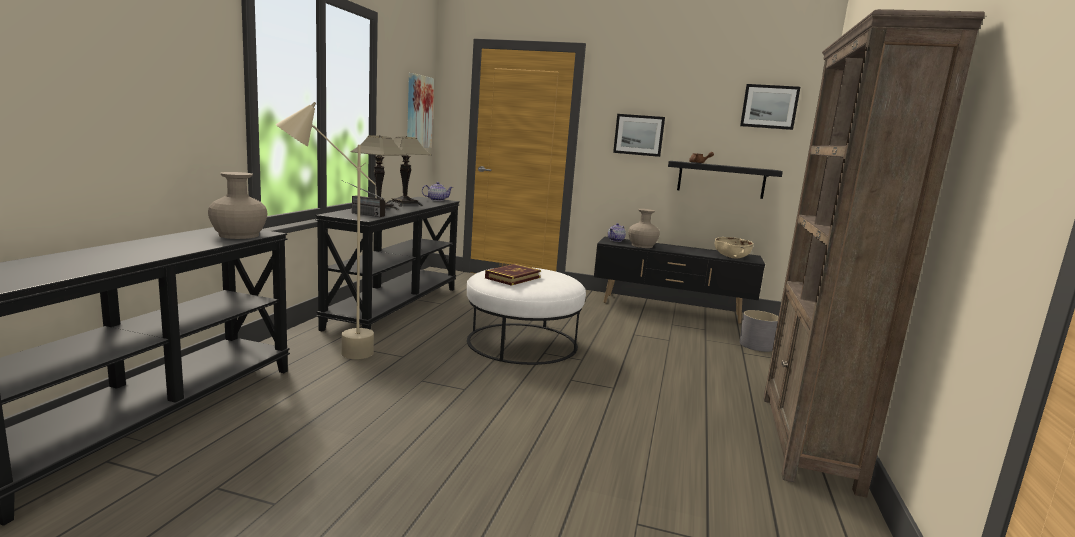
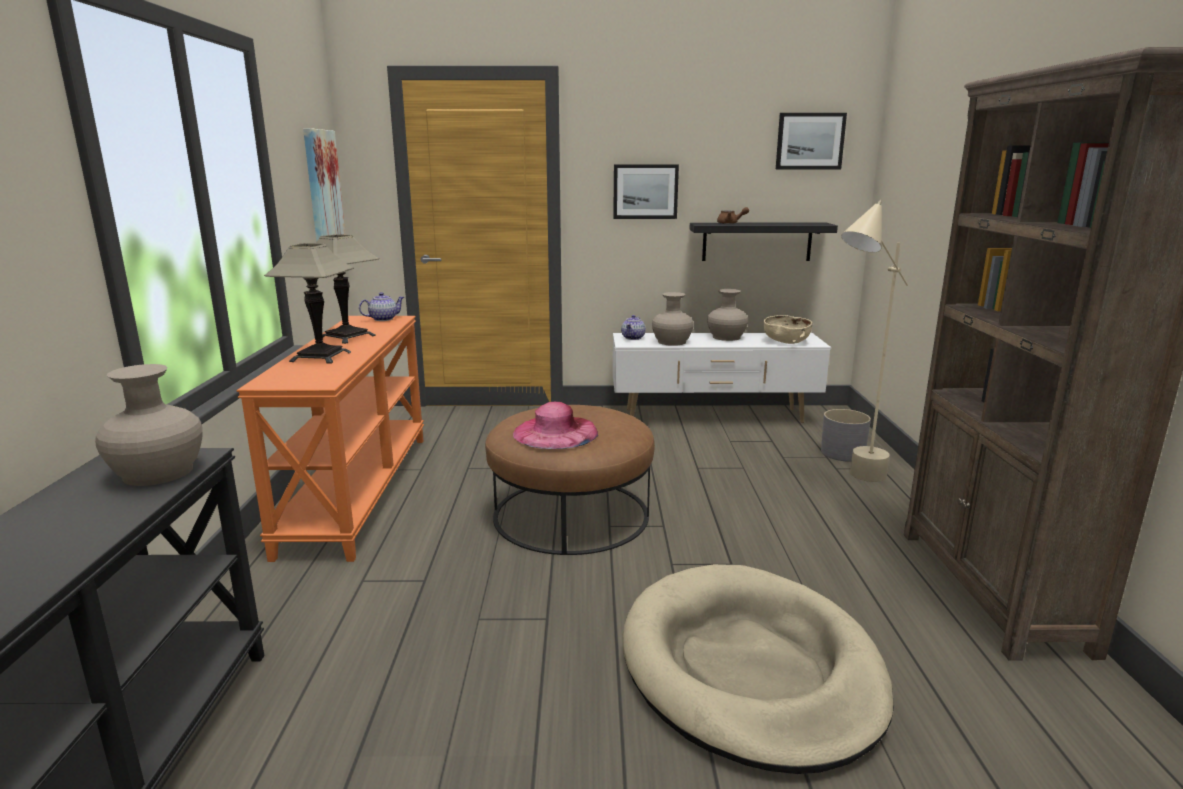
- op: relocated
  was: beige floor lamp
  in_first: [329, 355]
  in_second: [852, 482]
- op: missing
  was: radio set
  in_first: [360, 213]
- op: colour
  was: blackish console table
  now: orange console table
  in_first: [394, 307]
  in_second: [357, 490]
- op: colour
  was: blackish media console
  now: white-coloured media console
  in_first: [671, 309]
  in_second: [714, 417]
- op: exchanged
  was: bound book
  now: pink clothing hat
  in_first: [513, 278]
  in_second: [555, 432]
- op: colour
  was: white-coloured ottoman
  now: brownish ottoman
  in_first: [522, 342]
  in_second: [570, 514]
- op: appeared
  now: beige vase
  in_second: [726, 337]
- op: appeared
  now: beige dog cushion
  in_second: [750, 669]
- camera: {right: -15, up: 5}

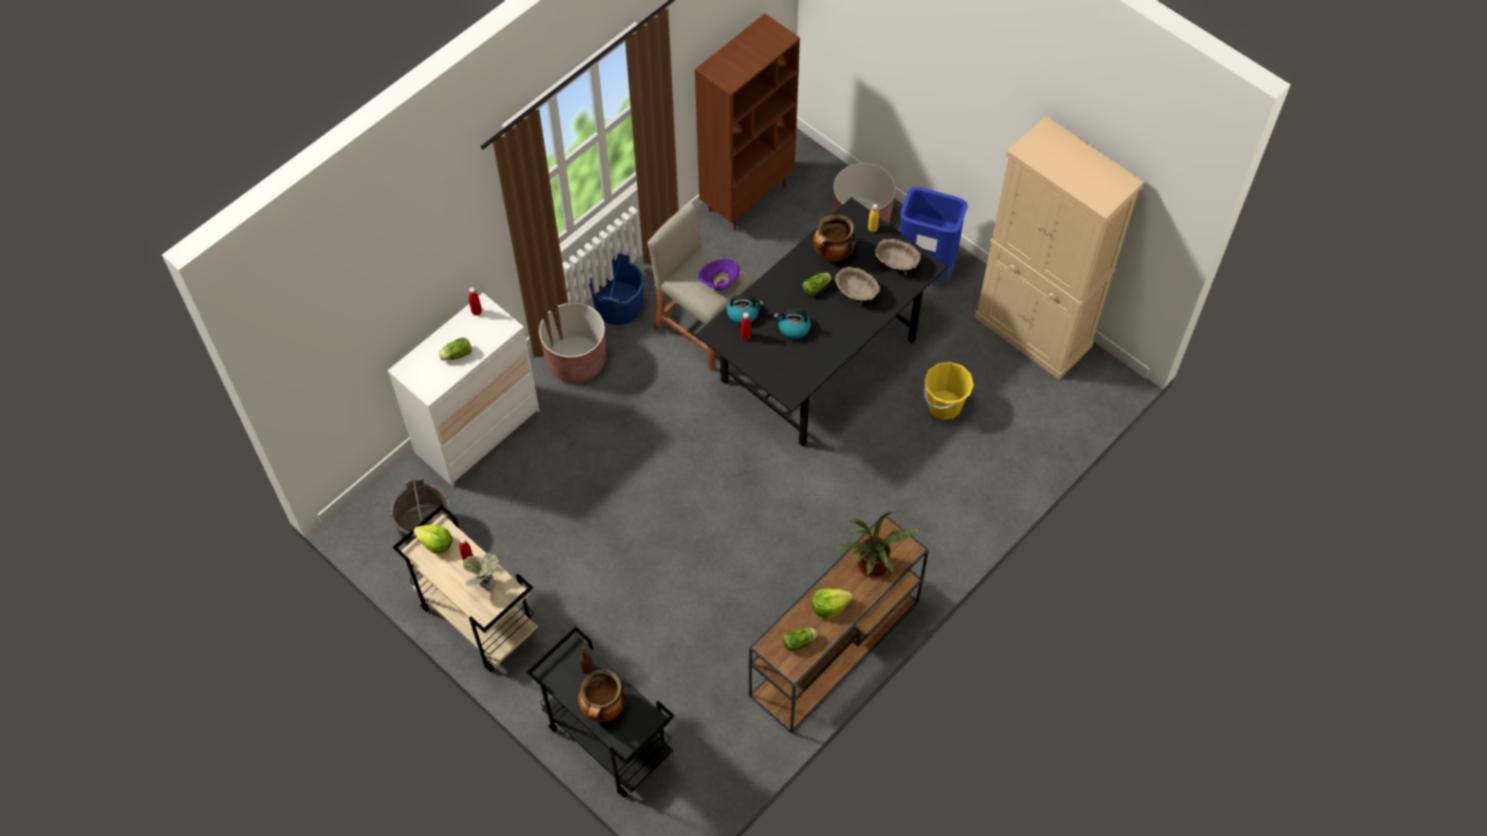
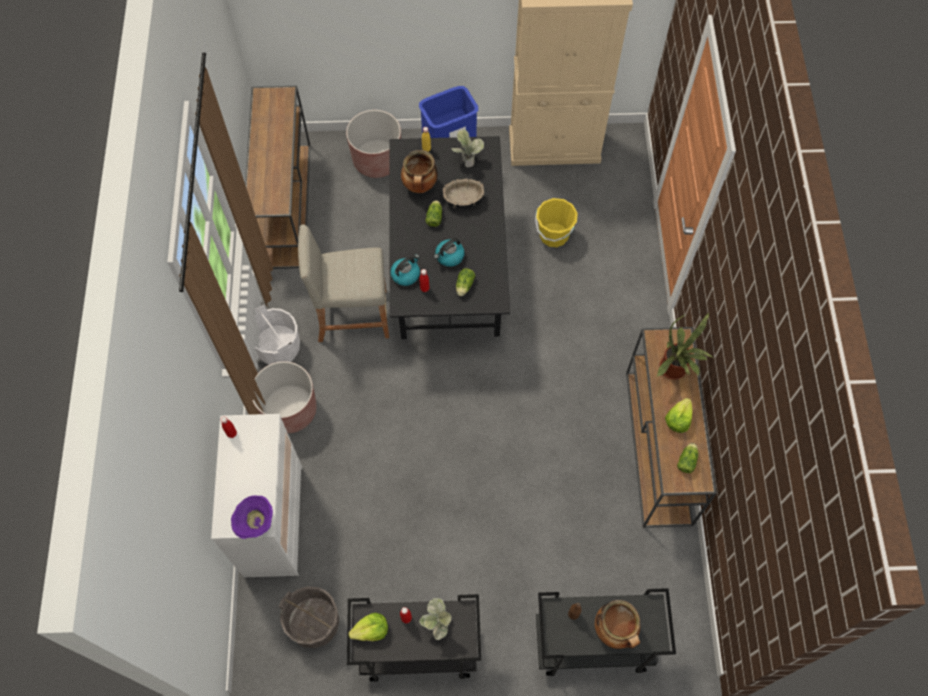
- op: exchanged
  was: brownish bookshelf
  now: brownish console table
  in_first: [747, 197]
  in_second: [285, 204]
- op: exchanged
  was: beige deep dish
  now: potted plant
  in_first: [896, 264]
  in_second: [467, 160]
- op: colour
  was: bluish pail
  now: white-coloured pail
  in_first: [619, 307]
  in_second: [279, 348]
- op: relocated
  was: purple-coloured deep dish
  in_first: [719, 283]
  in_second: [255, 522]
- op: relocated
  was: head of lettuce
  in_first: [455, 355]
  in_second: [464, 286]
- op: colour
  was: beige cart
  now: blackish cart
  in_first: [477, 619]
  in_second: [417, 650]
- camera: {right: -45, up: 5}

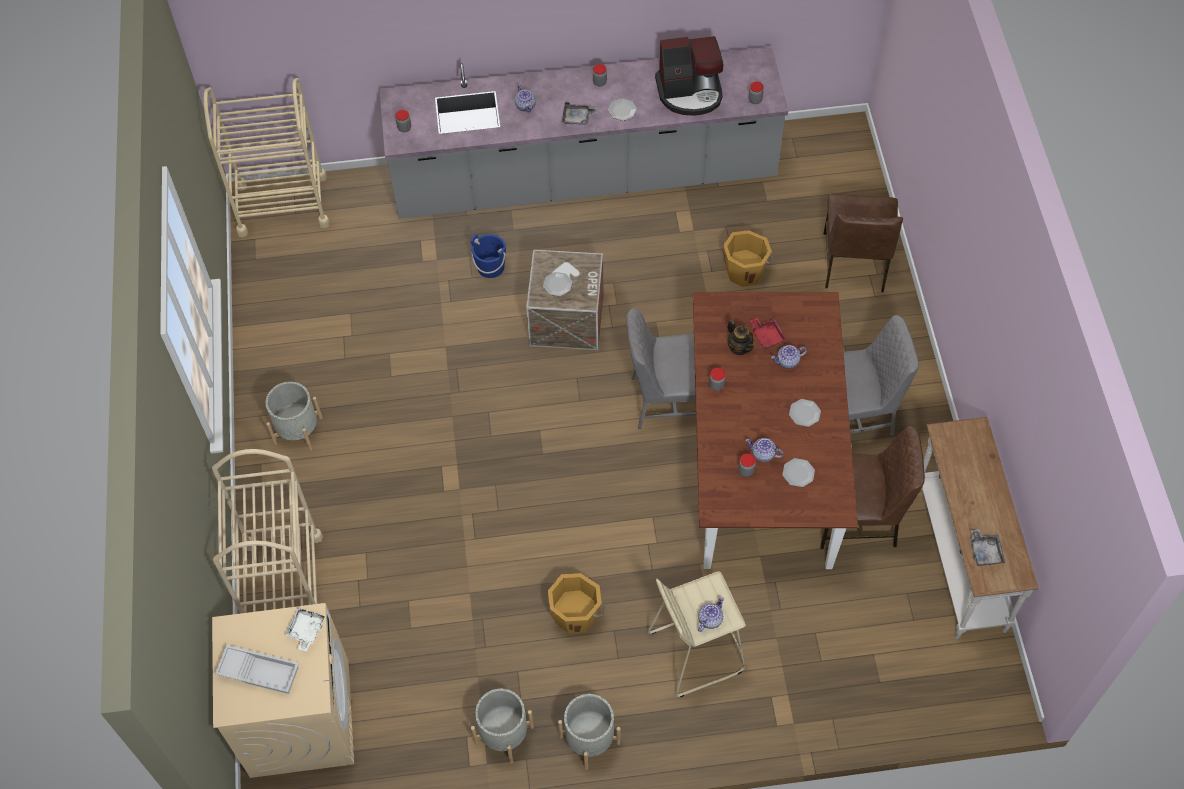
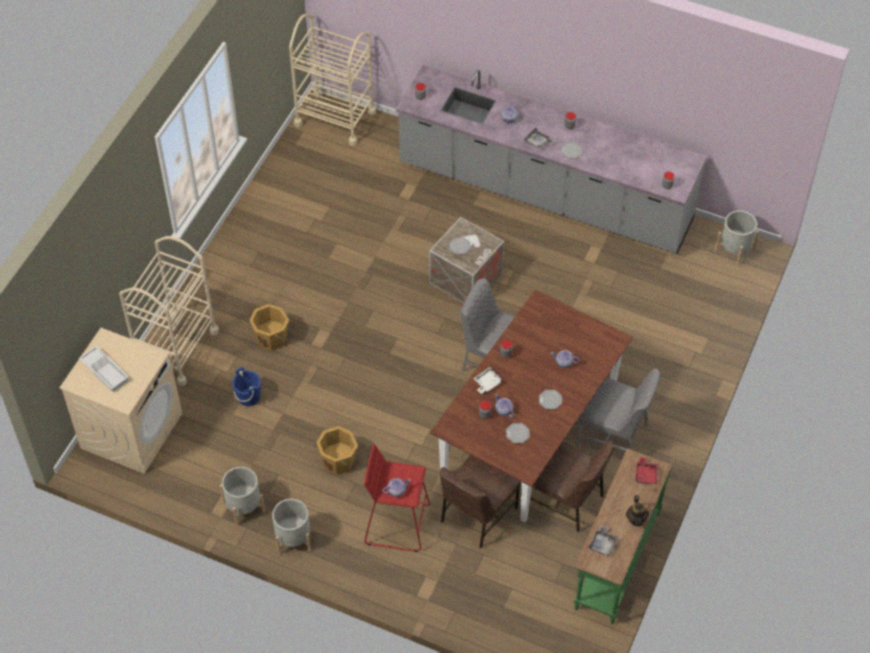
- op: missing
  was: coffee machine
  in_first: [690, 92]
- op: relocated
  was: brownish plain chair
  in_first: [854, 263]
  in_second: [477, 514]
- op: relocated
  was: orange pail
  in_first: [745, 271]
  in_second: [272, 337]
- op: relocated
  was: bluish pail
  in_first: [490, 267]
  in_second: [248, 397]
- op: relocated
  was: red-coloured serving tray
  in_first: [767, 336]
  in_second: [646, 474]
- op: relocated
  was: tea pot
  in_first: [739, 347]
  in_second: [636, 519]
- op: relocated
  was: gray planter
  in_first: [298, 430]
  in_second: [734, 250]
- op: colour
  was: white-coloured console table
  now: green-coloured console table
  in_first: [957, 557]
  in_second: [615, 560]
- op: colour
  was: beige stool seat
  now: red-coloured stool seat
  in_first: [695, 651]
  in_second: [397, 523]
- op: relocated
  was: white-coloured serving tray
  in_first: [306, 631]
  in_second: [487, 383]
- camera: {right: 30, up: -5}

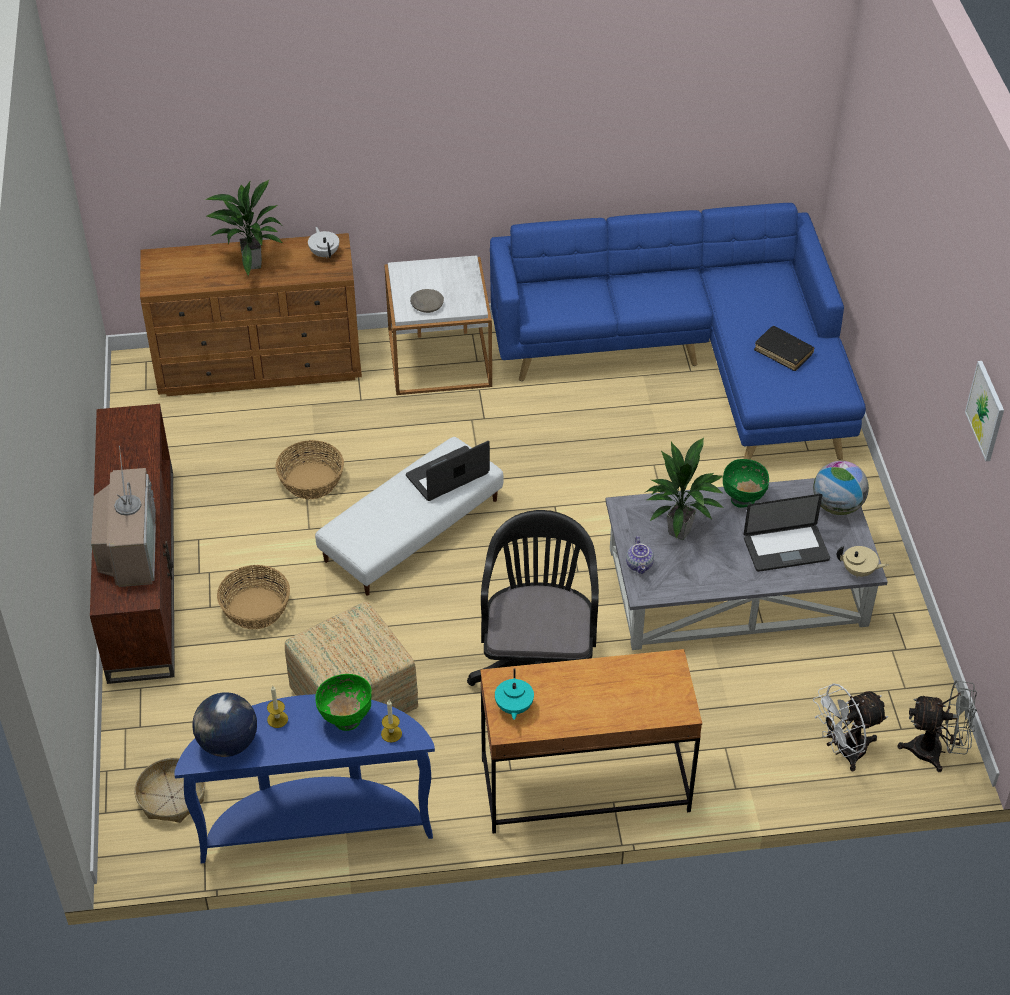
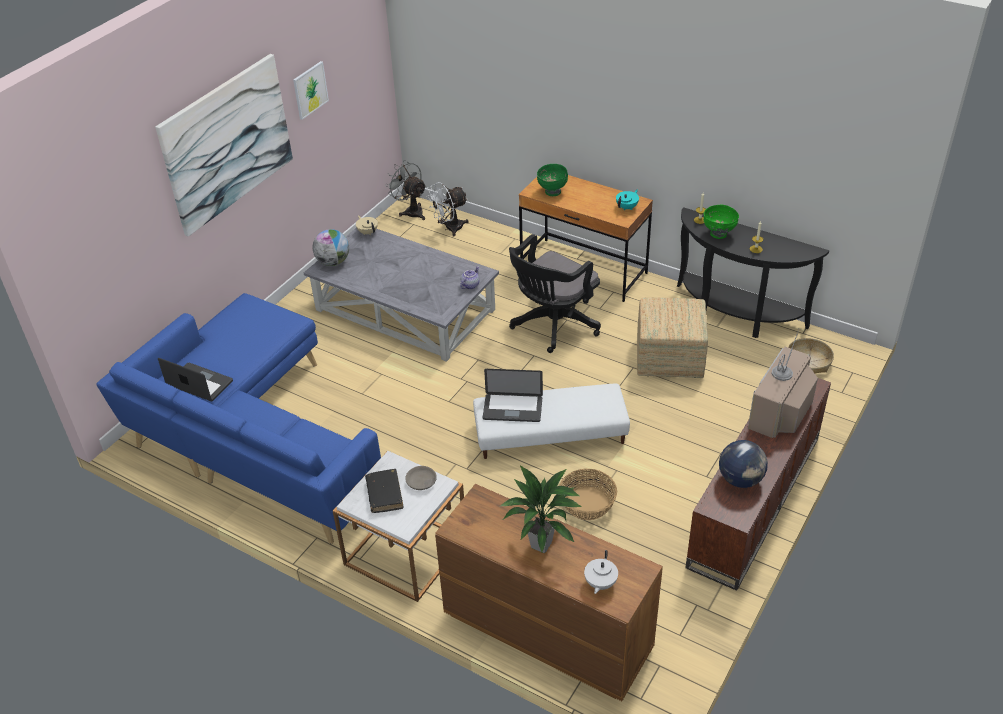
- op: relocated
  was: white-coloured tea pot
  in_first: [324, 253]
  in_second: [600, 583]
- op: relocated
  was: blackish bound book
  in_first: [783, 352]
  in_second: [384, 495]
- op: missing
  was: potted plant
  in_first: [680, 531]
- op: relocated
  was: green-coloured deep dish
  in_first: [743, 499]
  in_second: [552, 192]
- op: relocated
  was: laptop
  in_first: [786, 549]
  in_second: [199, 383]
- op: missing
  was: basket
  in_first: [255, 609]
- op: spun
  was: white-coloured electric fan
  in_first: [843, 751]
  in_second: [449, 228]
  clockwise: 135
- op: relocated
  was: desk globe
  in_first: [227, 743]
  in_second: [740, 480]
- op: colour
  was: bluish console table
  now: blackish console table
  in_first: [315, 824]
  in_second: [735, 315]
- op: appeared
  now: picture
  in_second: [227, 143]
- camera: {right: -140, up: -5}

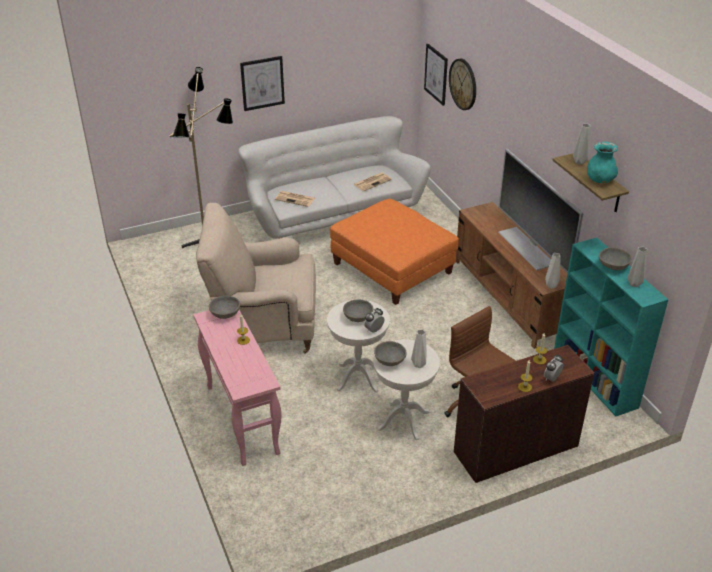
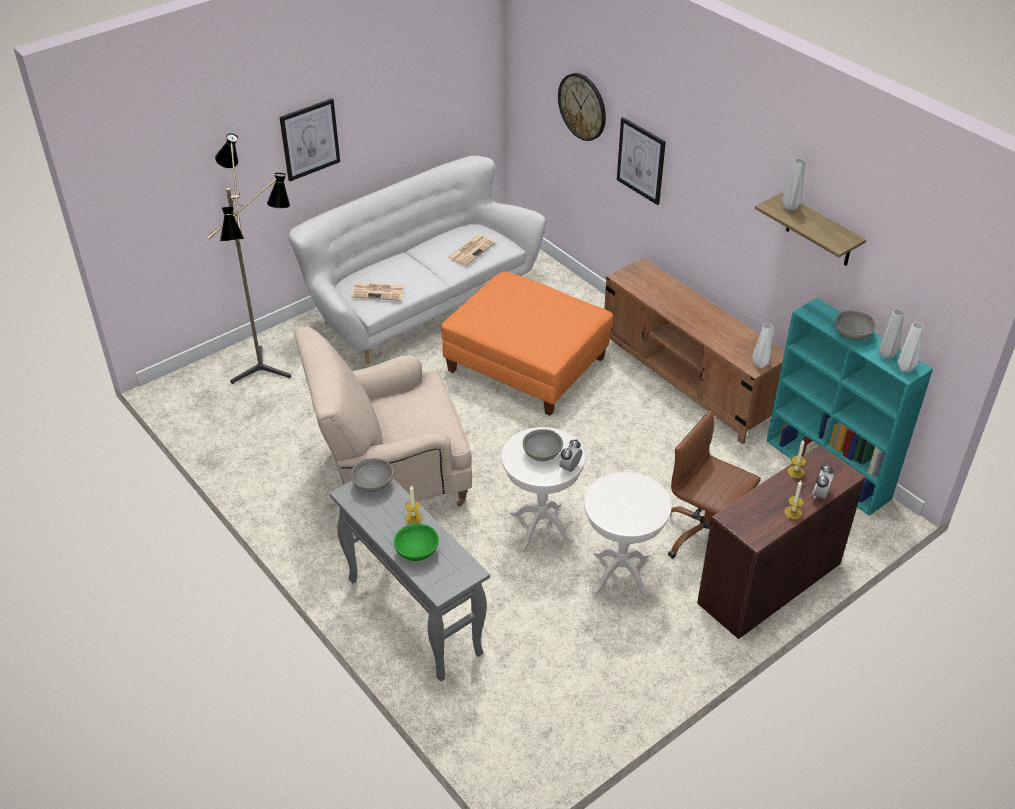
- op: relocated
  was: picture
  in_first: [436, 74]
  in_second: [641, 160]
- op: missing
  was: turquoise-coloured vase
  in_first: [599, 180]
- op: missing
  was: TV
  in_first: [527, 248]
- op: colour
  was: pink console table
  now: gray console table
  in_first: [241, 419]
  in_second: [412, 616]
- op: relocated
  was: white-coloured vase
  in_first: [419, 365]
  in_second: [906, 368]
- op: missing
  was: gray deep dish
  in_first: [390, 360]
- op: appeared
  now: green-coloured deep dish
  in_second: [417, 550]
- camera: {right: -15, up: 5}

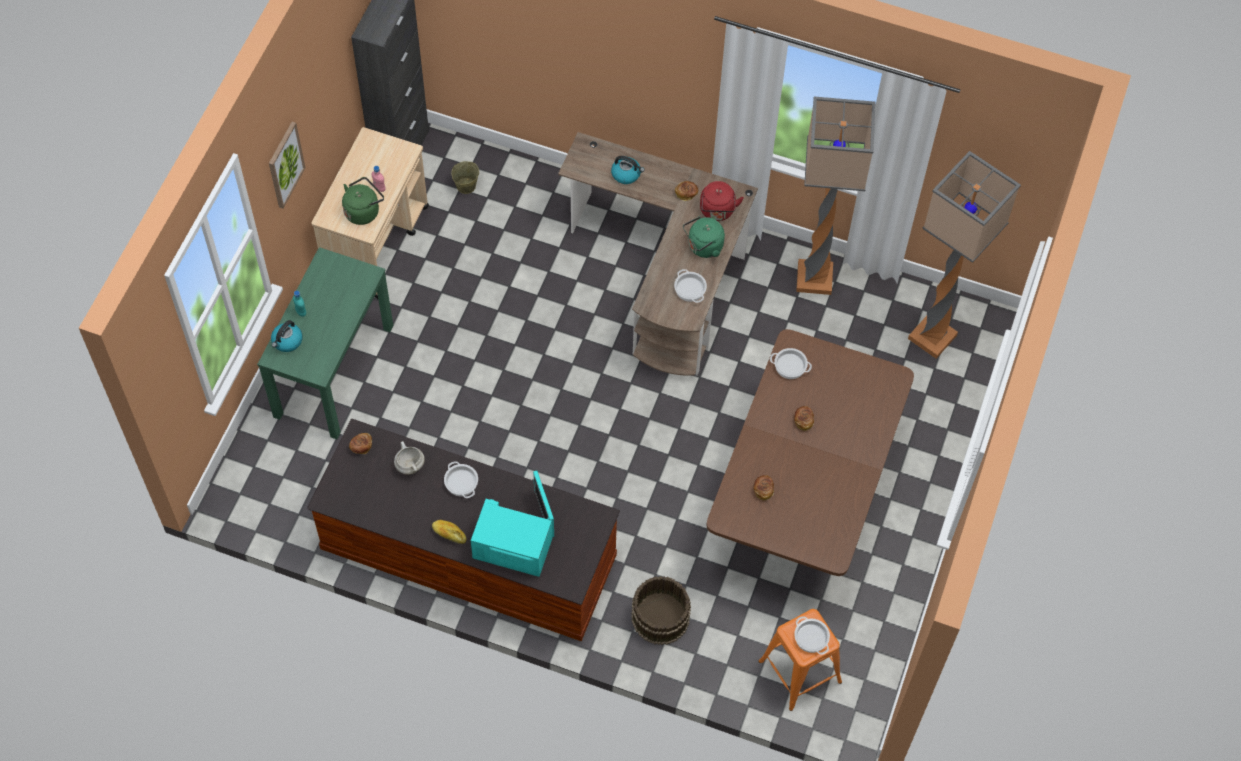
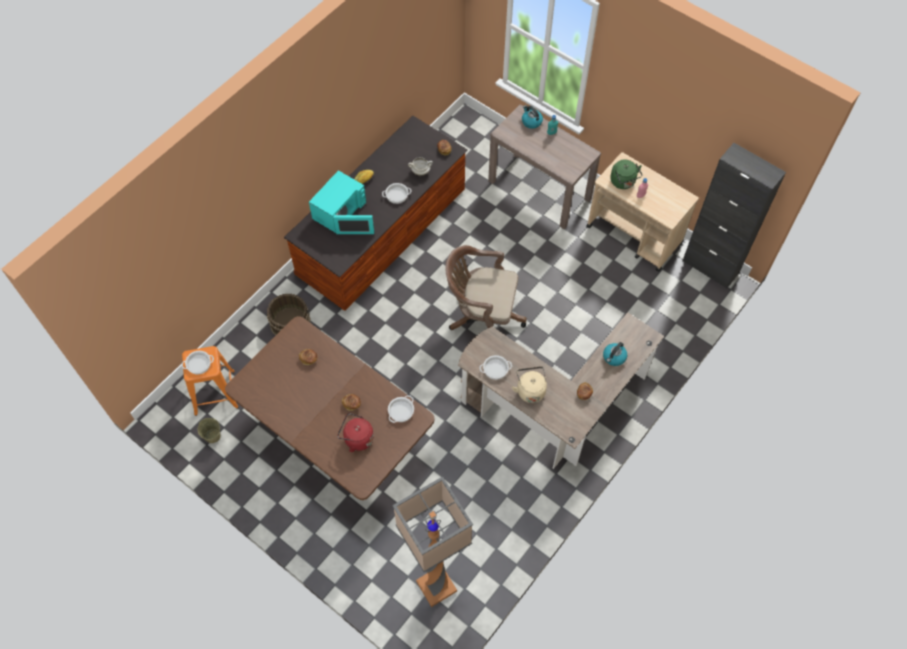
- op: missing
  was: floor lamp
  in_first: [815, 277]
- op: missing
  was: picture
  in_first: [285, 164]
- op: relocated
  was: beige pail
  in_first: [466, 186]
  in_second: [212, 435]
- op: relocated
  was: red-coloured tea kettle
  in_first: [717, 212]
  in_second: [357, 438]
- op: colour
  was: green-coloured tea kettle
  now: beige tea kettle
  in_first: [703, 247]
  in_second: [530, 390]
- op: colour
  was: green-coloured console table
  now: brownish console table
  in_first: [334, 370]
  in_second: [540, 190]
- op: appeared
  now: brownish computer chair
  in_second: [482, 316]
- camera: {right: 110, up: 0}

